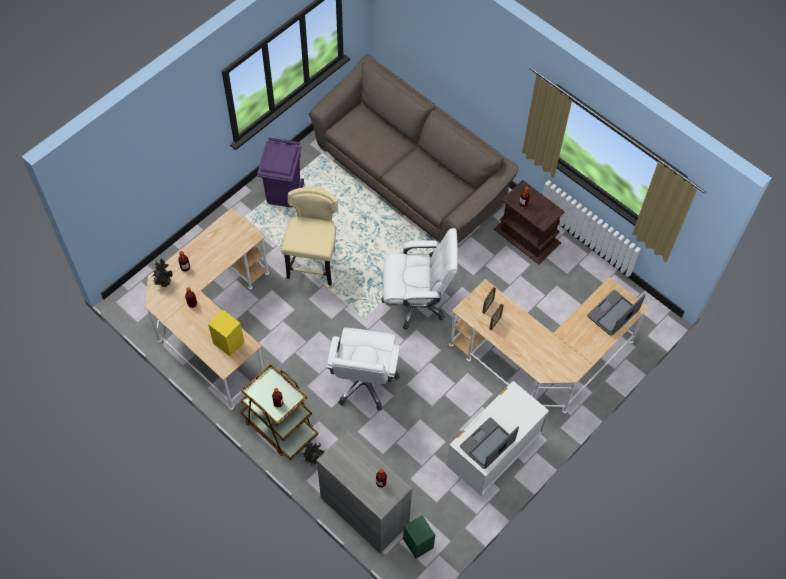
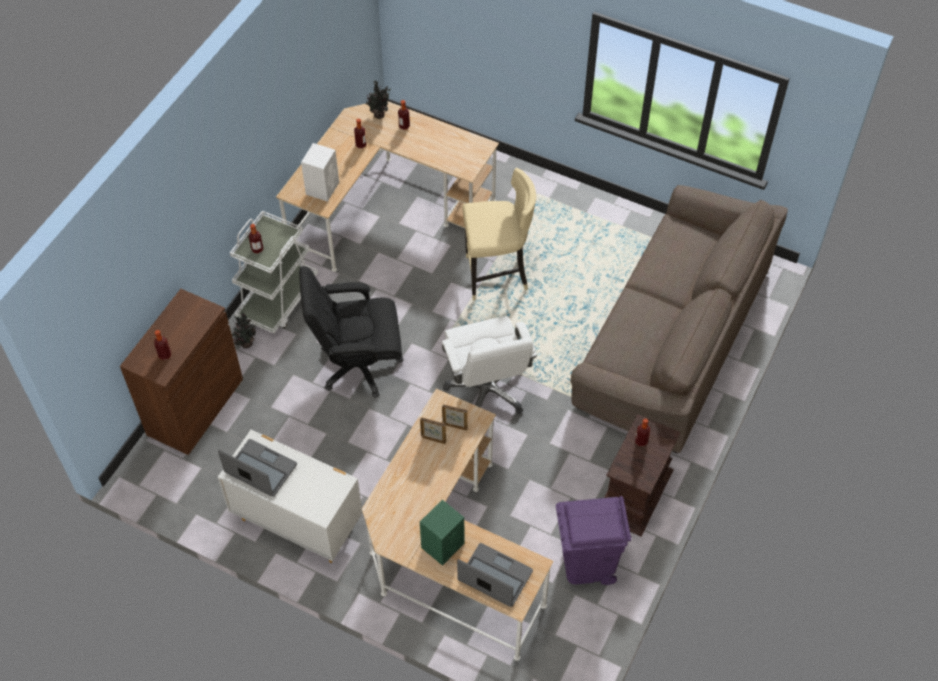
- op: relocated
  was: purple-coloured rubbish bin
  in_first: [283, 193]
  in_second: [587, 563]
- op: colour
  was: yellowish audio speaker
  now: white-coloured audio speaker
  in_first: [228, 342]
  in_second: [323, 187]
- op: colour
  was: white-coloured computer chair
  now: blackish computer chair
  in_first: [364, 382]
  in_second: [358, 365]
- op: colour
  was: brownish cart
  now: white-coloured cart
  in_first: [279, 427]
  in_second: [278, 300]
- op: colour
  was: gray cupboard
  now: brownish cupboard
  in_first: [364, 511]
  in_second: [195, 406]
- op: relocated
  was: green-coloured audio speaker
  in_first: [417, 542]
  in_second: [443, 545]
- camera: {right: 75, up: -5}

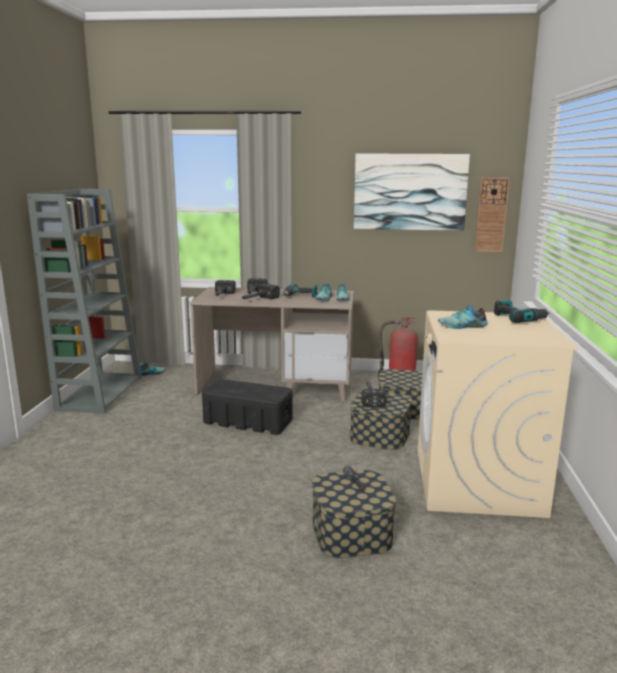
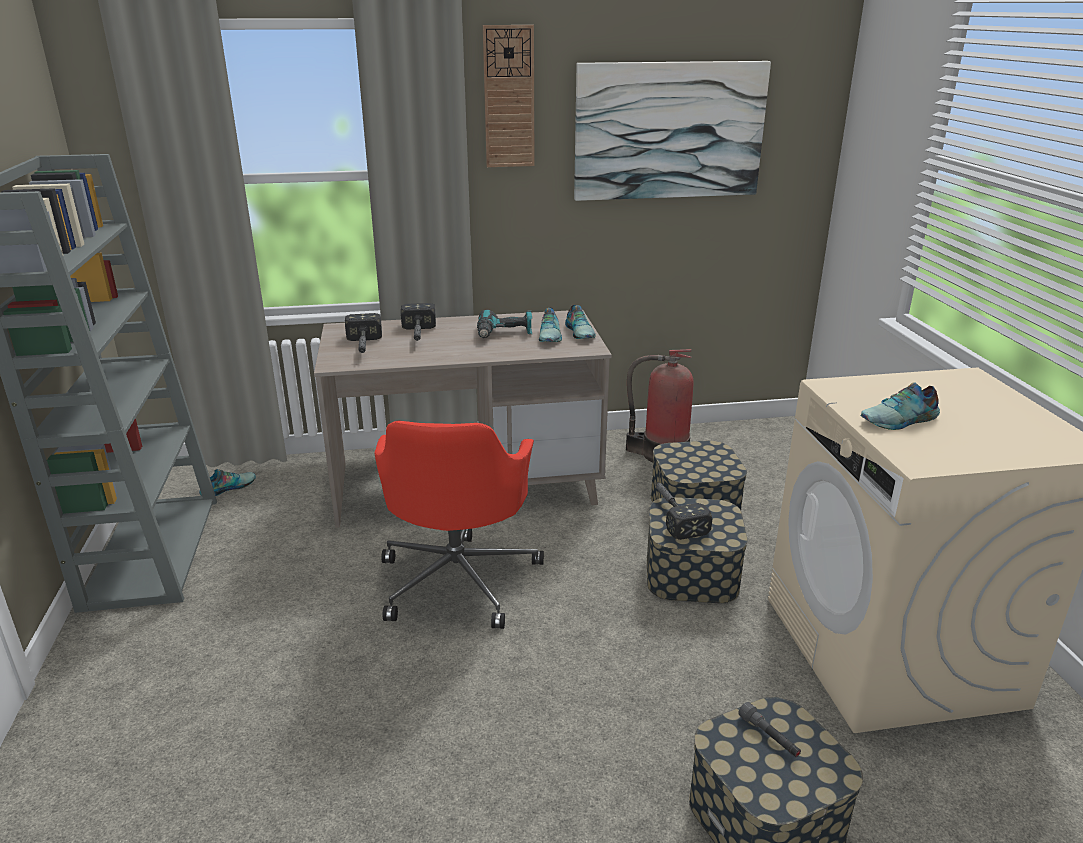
- op: relocated
  was: hanging clock
  in_first: [491, 215]
  in_second: [509, 97]
- op: missing
  was: tool hammer
  in_first: [257, 300]
- op: missing
  was: electric drill
  in_first: [518, 318]
- op: exchanged
  was: blackish storage box
  now: red-coloured computer chair
  in_first: [247, 421]
  in_second: [459, 578]
- camera: {right: -15, up: 10}

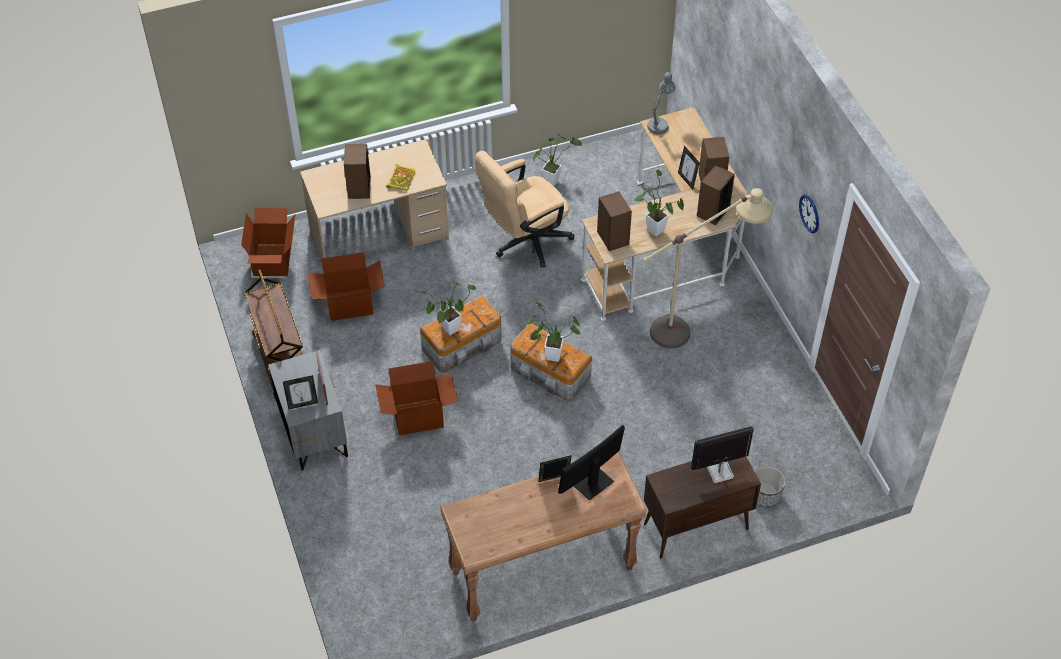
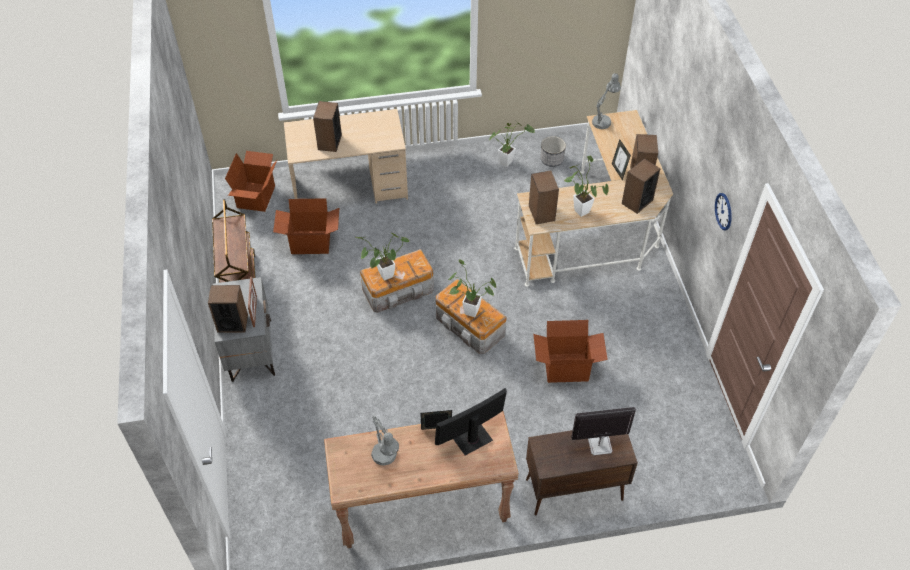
- op: missing
  was: beige computer chair
  in_first: [524, 242]
- op: missing
  was: bound book
  in_first: [401, 179]
- op: missing
  was: beige floor lamp
  in_first: [697, 325]
- op: relocated
  was: packing box
  in_first: [418, 415]
  in_second: [566, 367]
- op: exchanged
  was: photo frame
  now: audio speaker
  in_first: [302, 404]
  in_second: [232, 323]
- op: relocated
  was: planter
  in_first: [765, 495]
  in_second: [552, 159]
- op: appeared
  now: gray table lamp
  in_second: [386, 459]
- camera: {right: 10, up: 0}

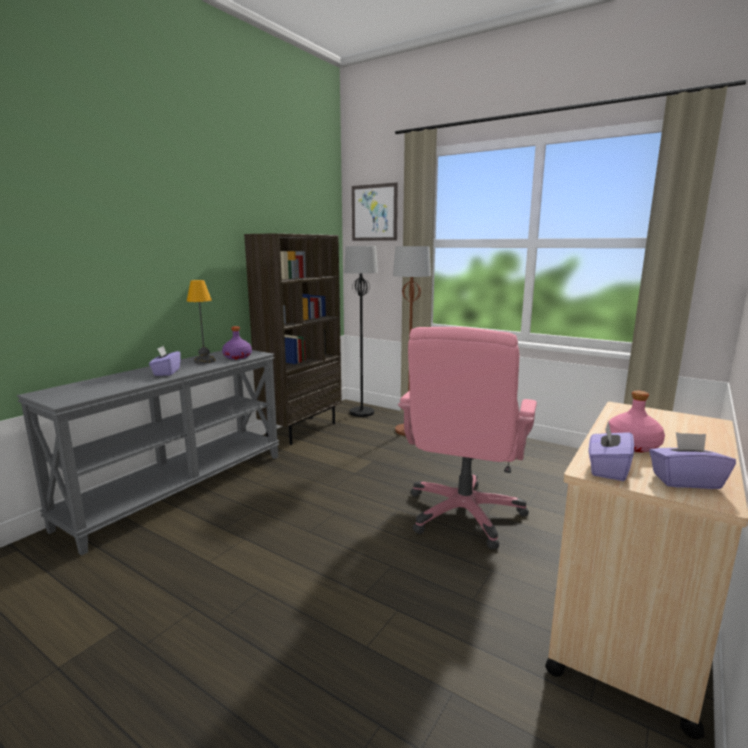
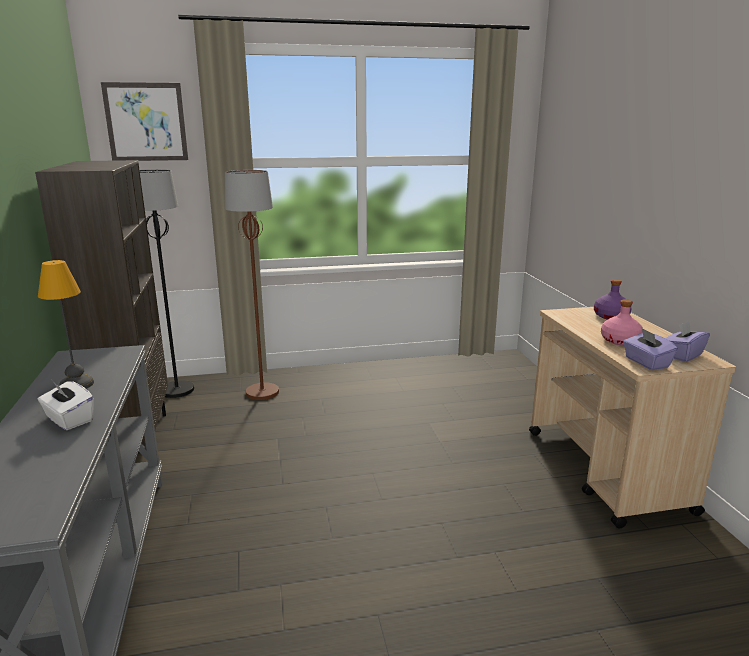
- op: relocated
  was: purple-coloured bottle
  in_first: [237, 357]
  in_second: [611, 316]
- op: missing
  was: pink computer chair
  in_first: [464, 514]
- op: colour
  was: purple-coloured tissue box
  now: white-coloured tissue box
  in_first: [166, 372]
  in_second: [69, 419]
- camera: {right: -45, up: 5}

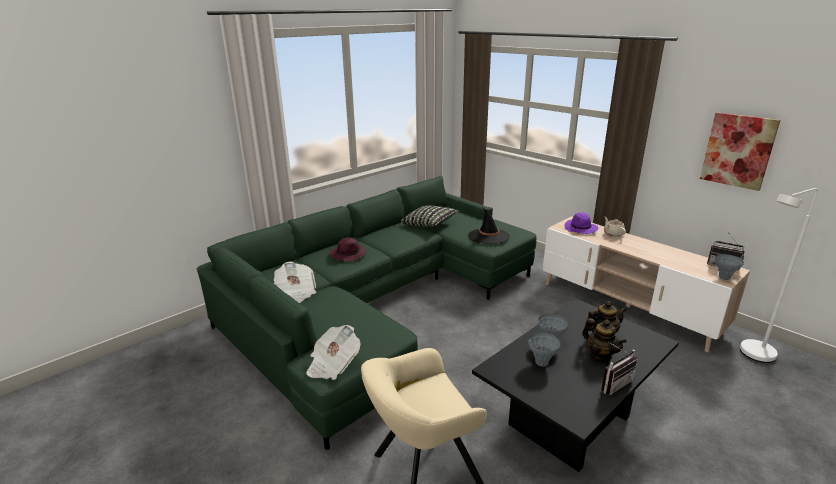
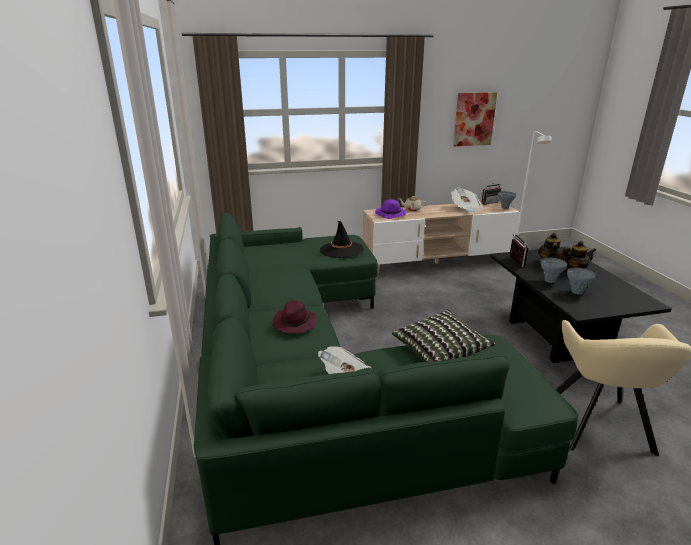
- op: relocated
  was: throw pillow
  in_first: [429, 225]
  in_second: [440, 352]
- op: relocated
  was: daily paper
  in_first: [333, 364]
  in_second: [465, 209]
- op: relocated
  was: radio set
  in_first: [613, 383]
  in_second: [513, 262]
- camera: {right: -60, up: 0}

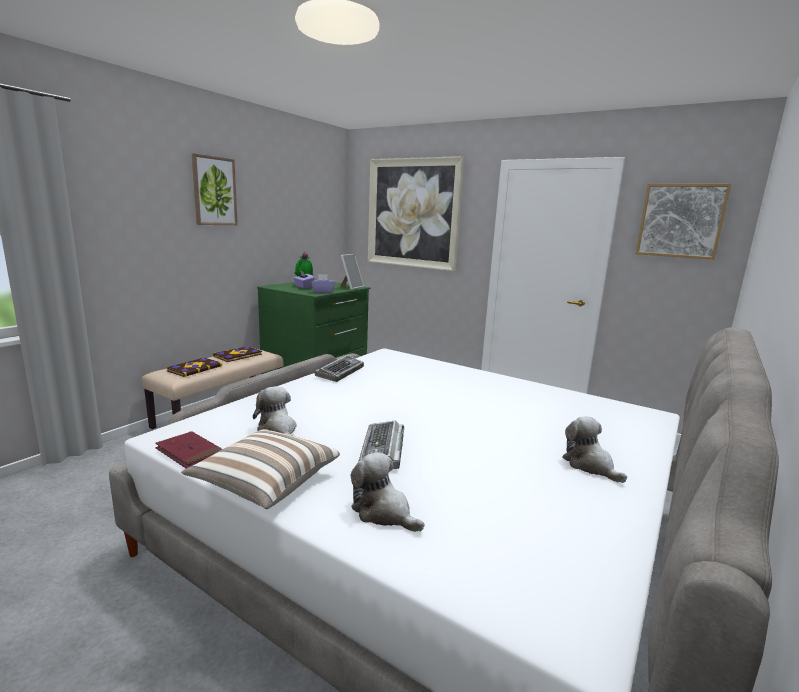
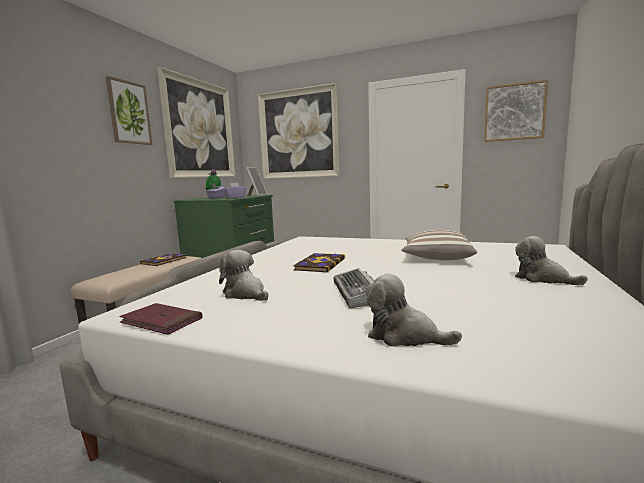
- op: missing
  was: PC keyboard
  in_first: [340, 372]
- op: relocated
  was: bound book
  in_first: [194, 368]
  in_second: [319, 264]
- op: relocated
  was: throw pillow
  in_first: [264, 483]
  in_second: [436, 258]
- op: appeared
  now: picture
  in_second: [200, 129]
- camera: {right: -10, up: -5}

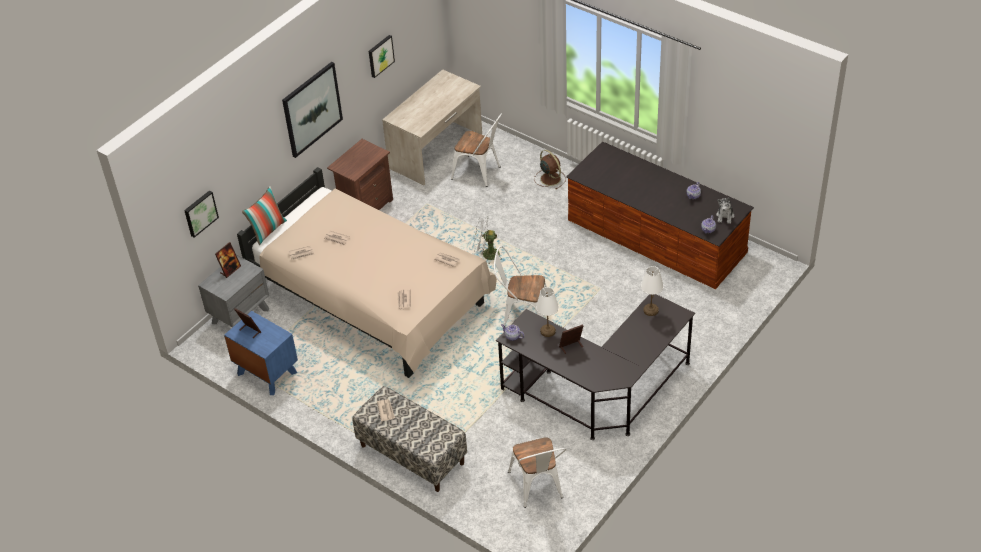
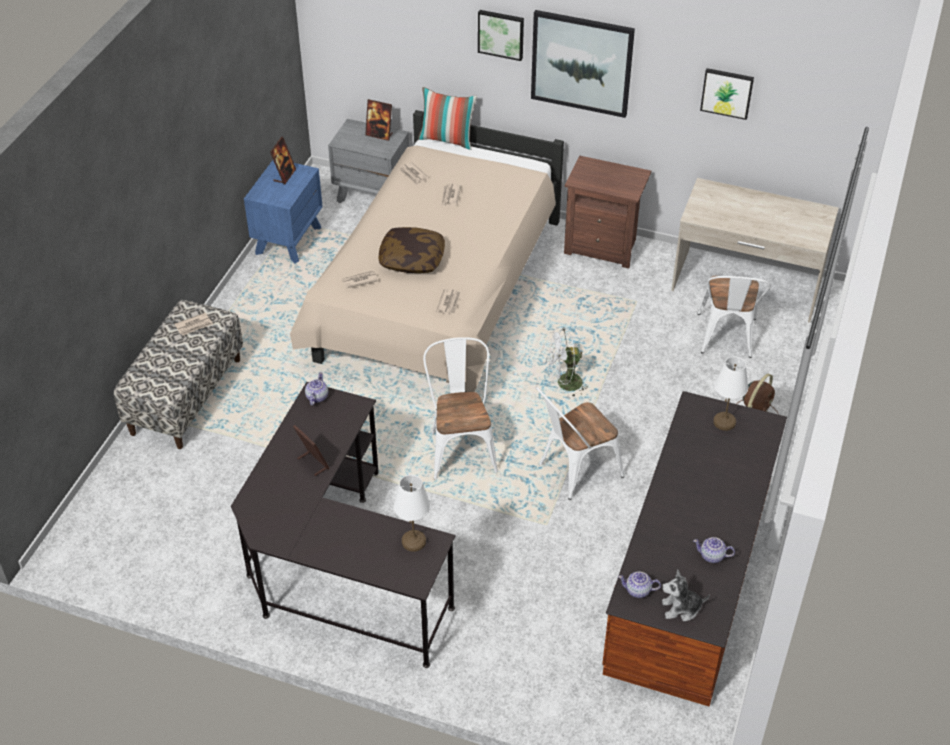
- op: relocated
  was: picture
  in_first: [200, 213]
  in_second: [501, 34]
- op: spun
  was: white-coloured electric fan
  in_first: [487, 255]
  in_second: [564, 384]
  clockwise: -90
- op: relocated
  was: white-coloured table lamp
  in_first: [547, 331]
  in_second: [724, 422]
- op: relocated
  was: white-coloured plain chair
  in_first: [538, 488]
  in_second: [574, 471]
- op: appeared
  now: throw pillow
  in_second: [412, 259]
- camera: {right: 70, up: 0}

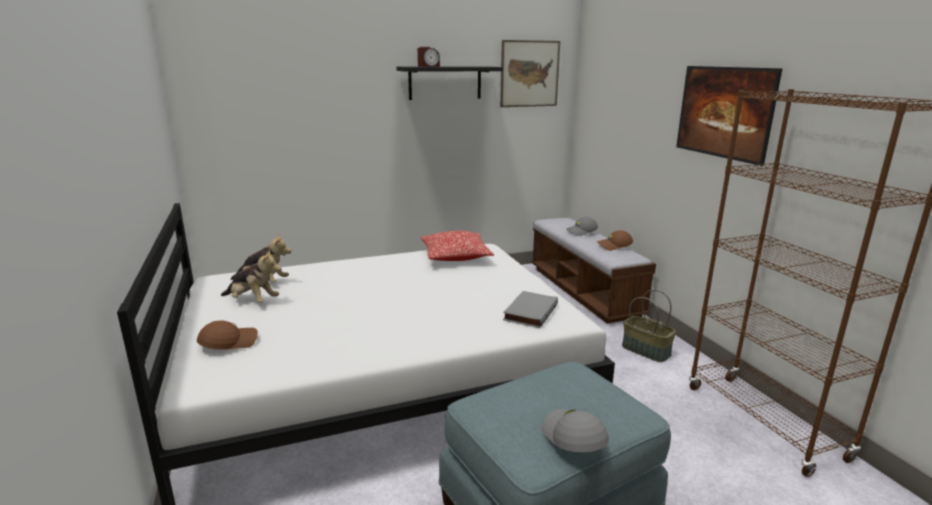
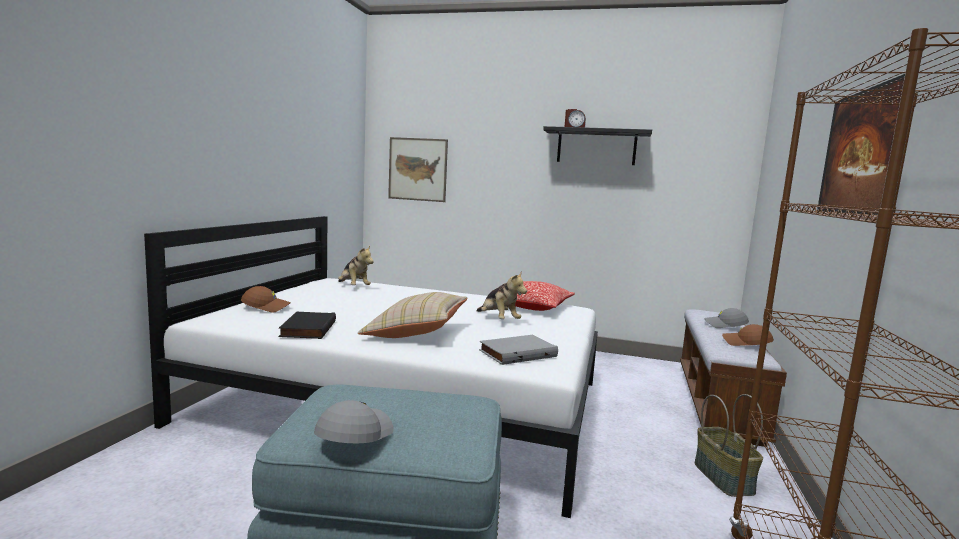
- op: relocated
  was: picture
  in_first: [529, 74]
  in_second: [417, 169]
- op: relocated
  was: soft toy
  in_first: [252, 301]
  in_second: [498, 320]
- op: appeared
  now: beige throw pillow
  in_second: [415, 333]
- op: appeared
  now: blackish bound book
  in_second: [307, 329]
- camera: {right: 35, up: -10}

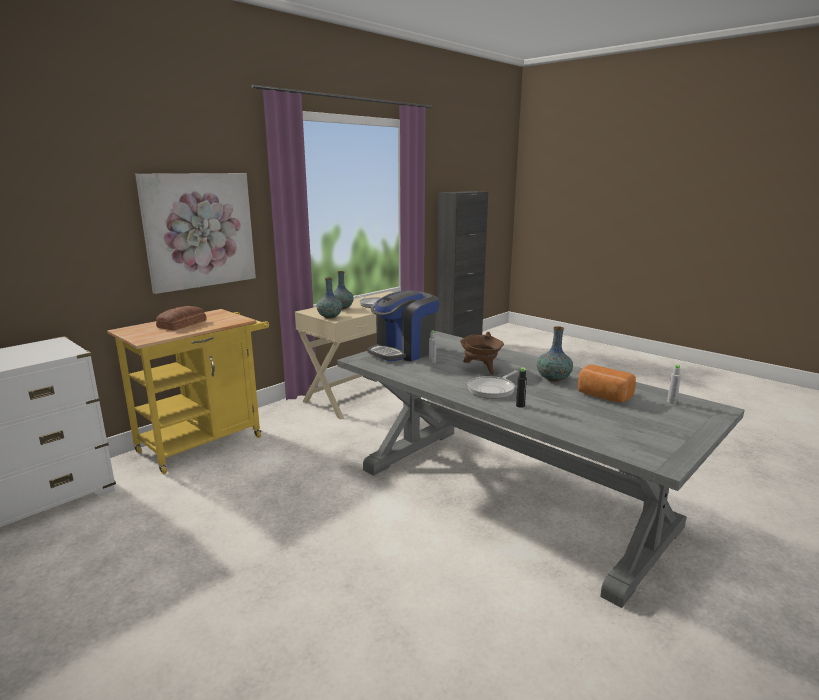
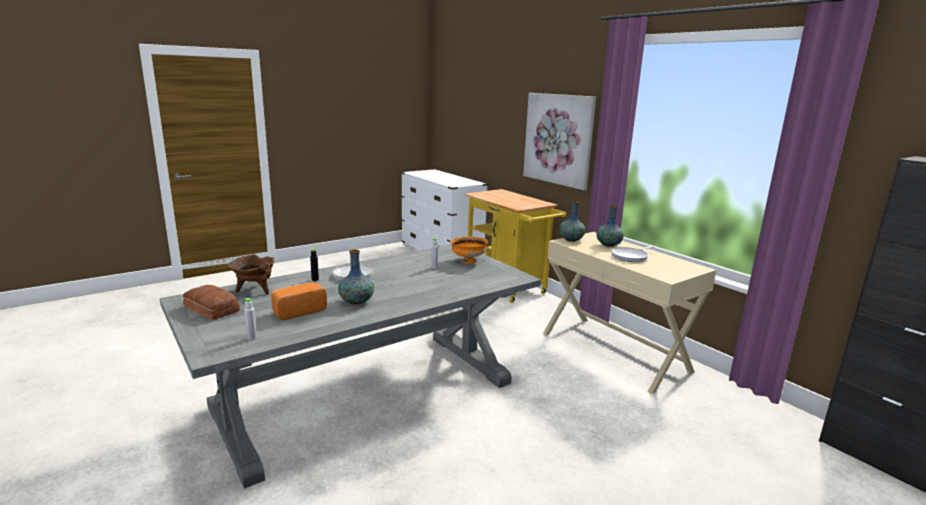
- op: exchanged
  was: coffee machine
  now: orange deep dish
  in_first: [404, 352]
  in_second: [468, 261]
- op: relocated
  was: baked bread
  in_first: [183, 324]
  in_second: [211, 309]
- op: relocated
  was: brownish saucepot
  in_first: [481, 369]
  in_second: [255, 290]
- camera: {right: 100, up: 0}

